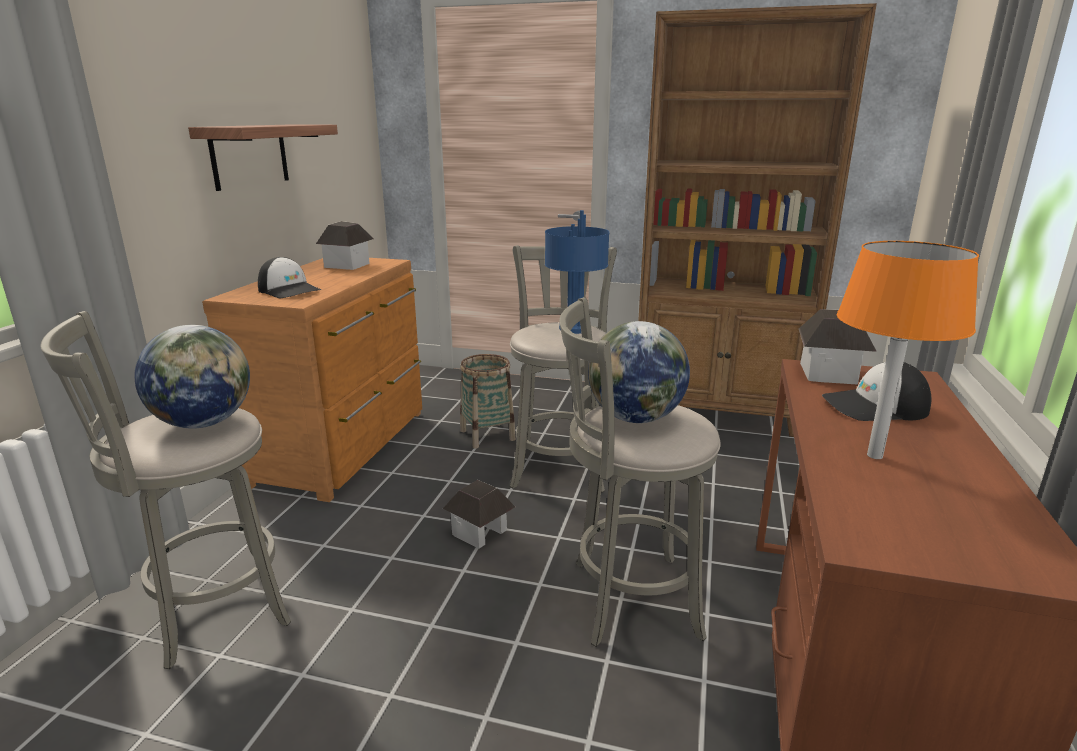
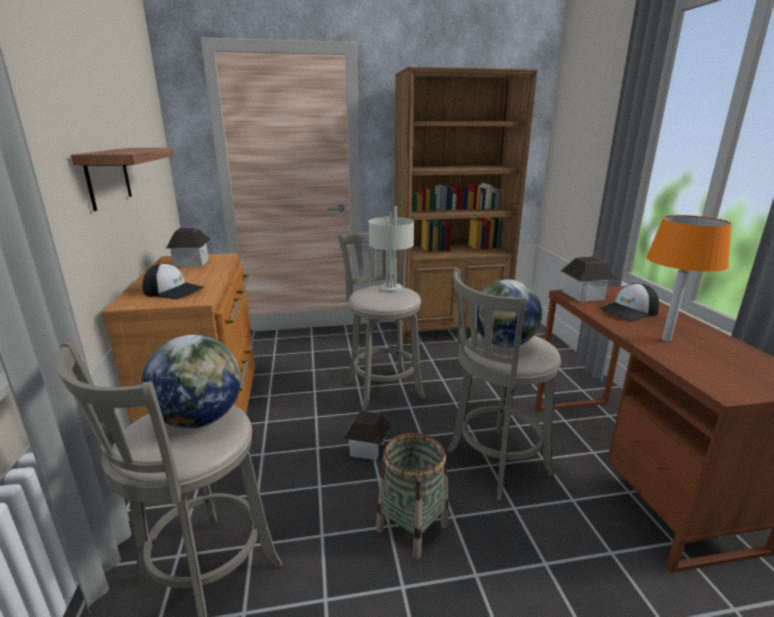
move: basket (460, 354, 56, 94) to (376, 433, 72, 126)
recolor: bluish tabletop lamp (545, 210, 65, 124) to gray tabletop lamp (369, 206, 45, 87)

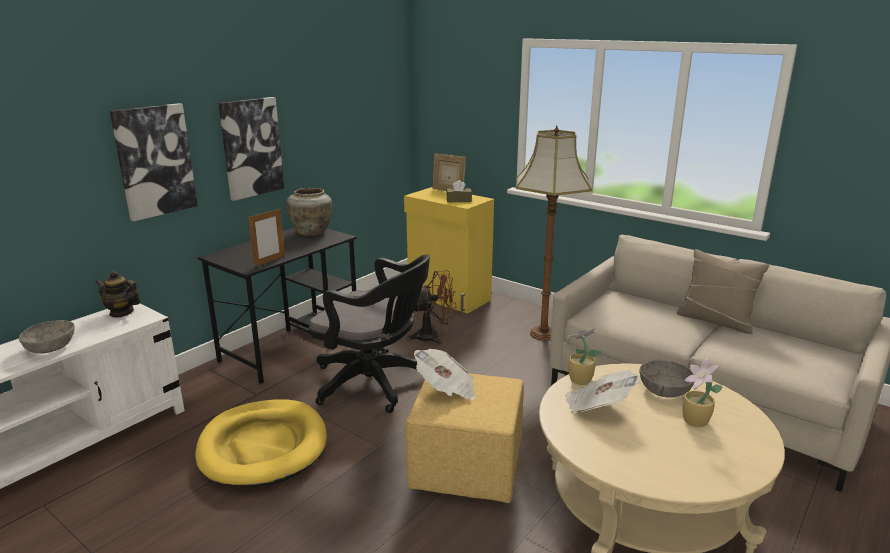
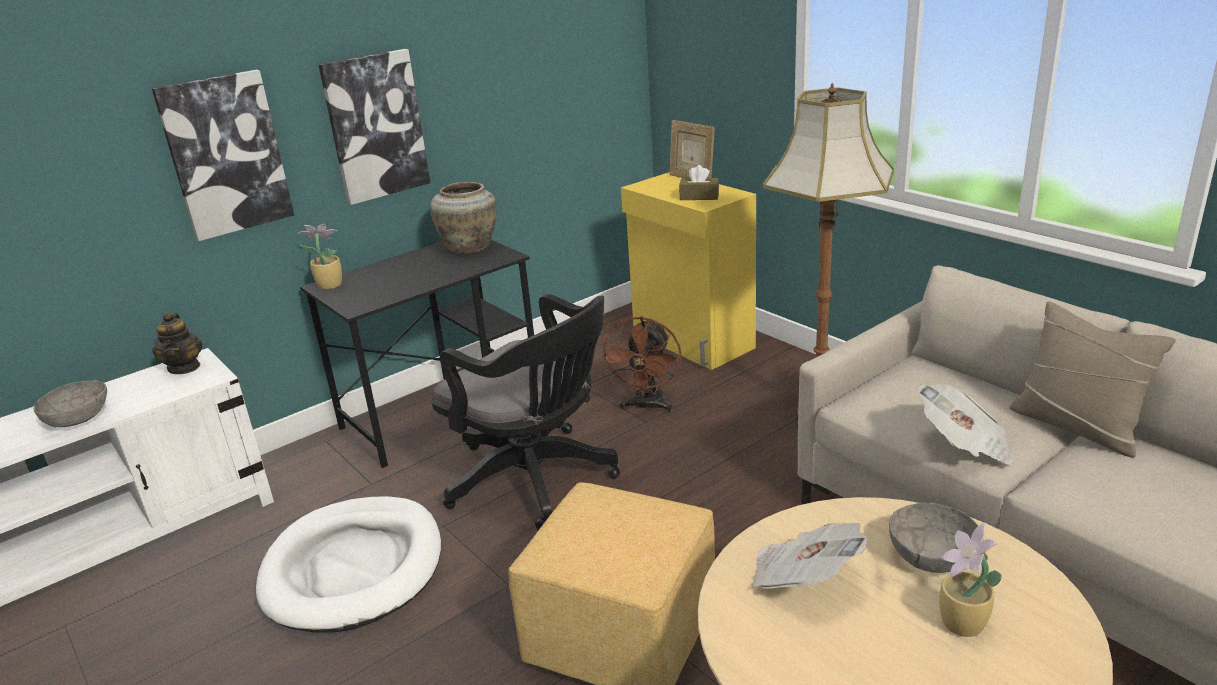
delete: standing frame (248, 209, 37, 58)
move: houseplant (568, 328, 34, 57) to (298, 224, 44, 66); printed paper (414, 349, 61, 51) to (918, 384, 95, 81)
recolor: yellow dog cushion (195, 399, 132, 88) to whitish dog cushion (256, 496, 185, 137)
rotate: tea pot (95, 271, 45, 46) = (152, 313, 51, 61) 135 degrees counterclockwise; brown electric fan (406, 270, 50, 75) = (600, 316, 82, 97) 105 degrees clockwise

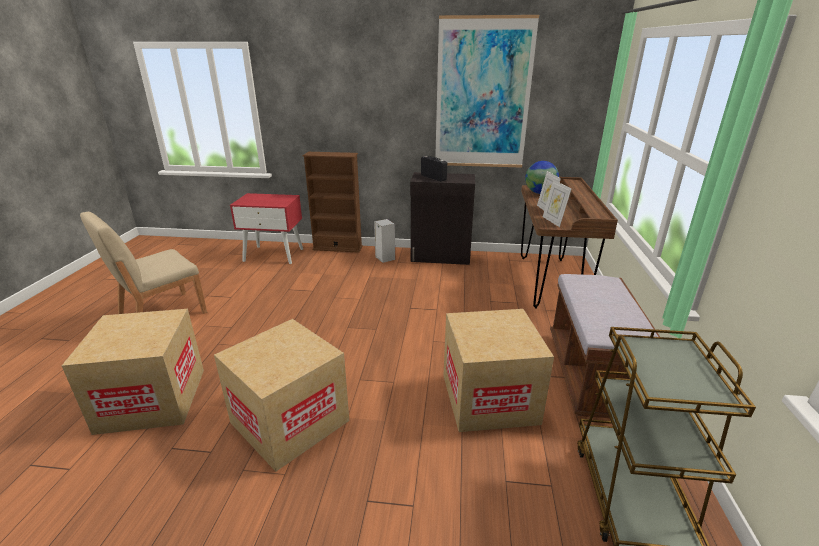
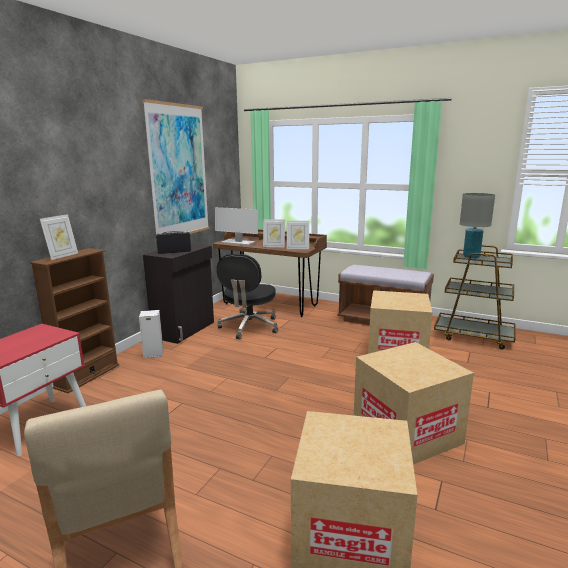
insert: standing frame (40, 214, 38, 46); black-coloured computer chair (217, 254, 61, 85); gray tabletop lamp (460, 193, 35, 65)
replace: desk globe (525, 161, 34, 33) to computer screen (215, 207, 43, 39)

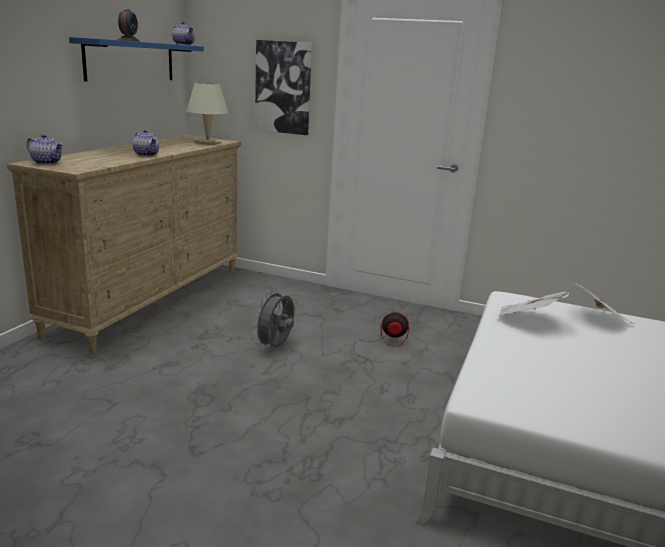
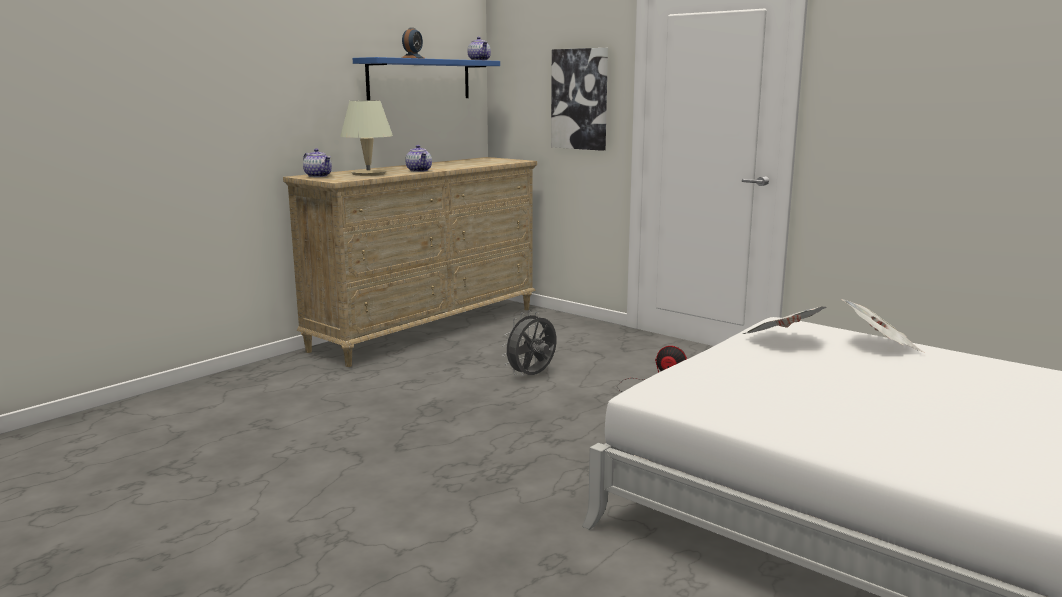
move: sand-coloured tabletop lamp (186, 82, 42, 62) to (340, 101, 53, 75)

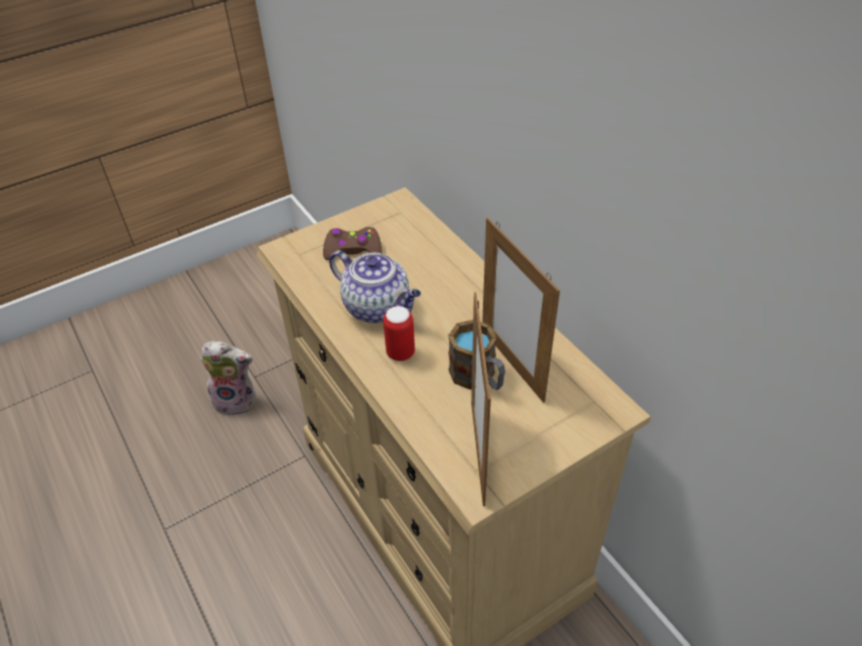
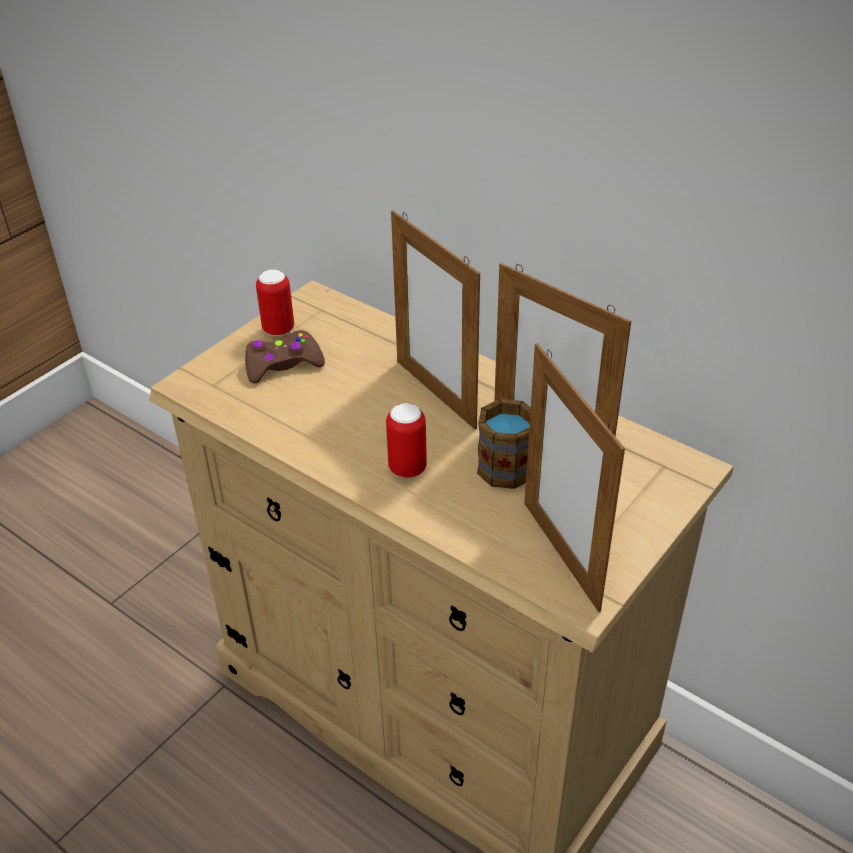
delete: soft toy (200, 341, 56, 75); tea pot (329, 250, 92, 73)
insert: can (256, 270, 38, 66); standing frame (391, 210, 89, 220)

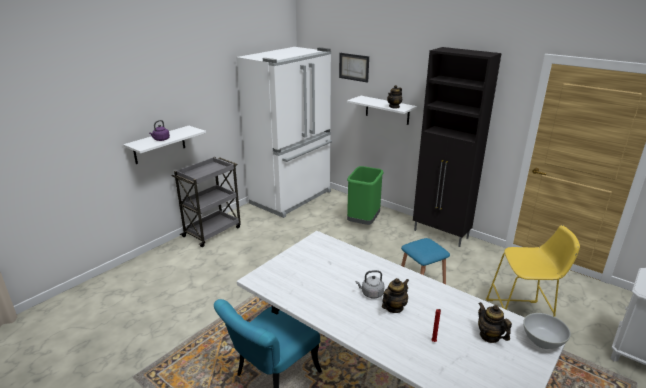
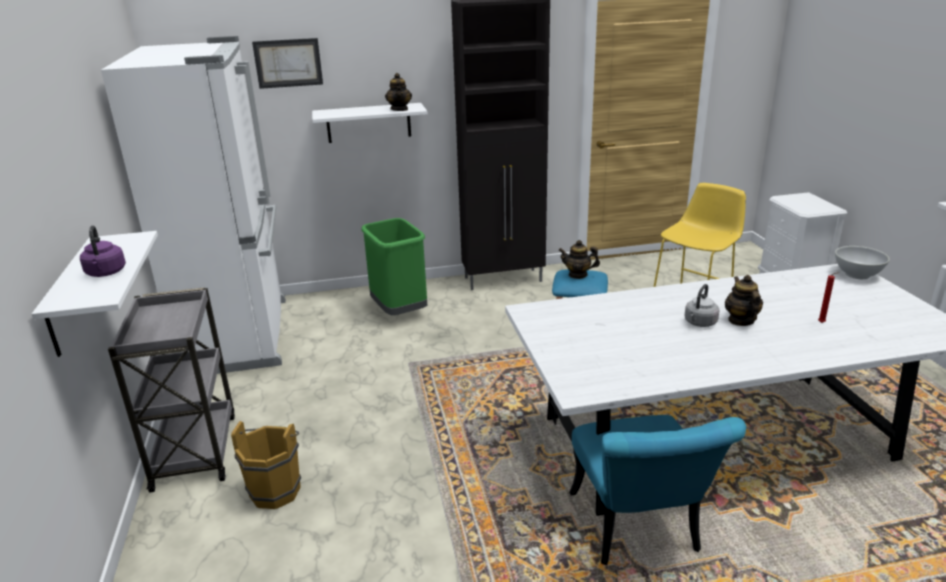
insert: brown bucket (231, 421, 70, 88)
move: tea pot (478, 302, 34, 41) to (558, 240, 42, 39)

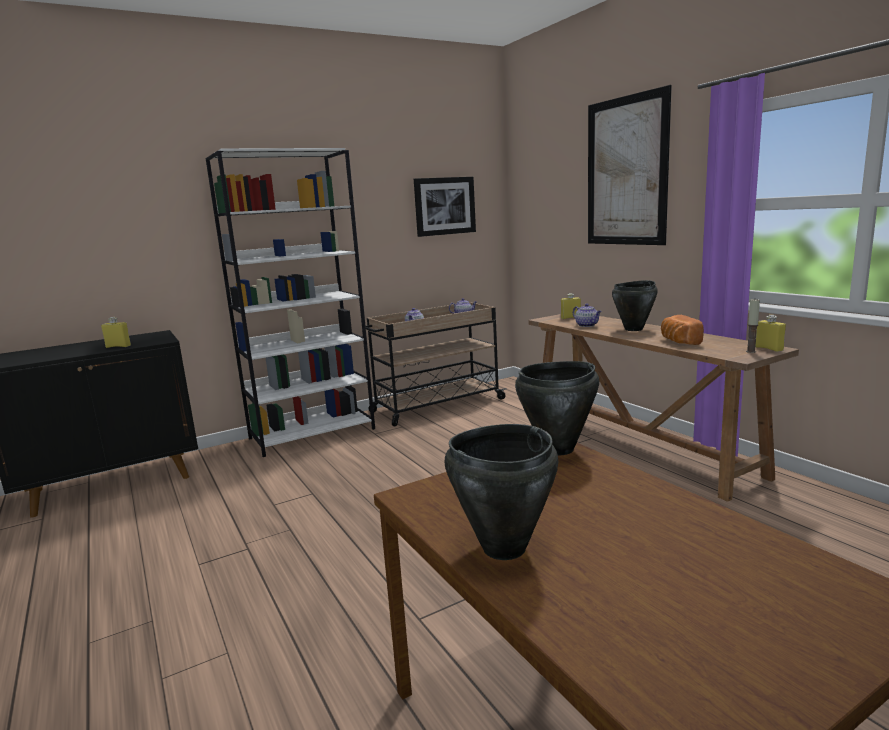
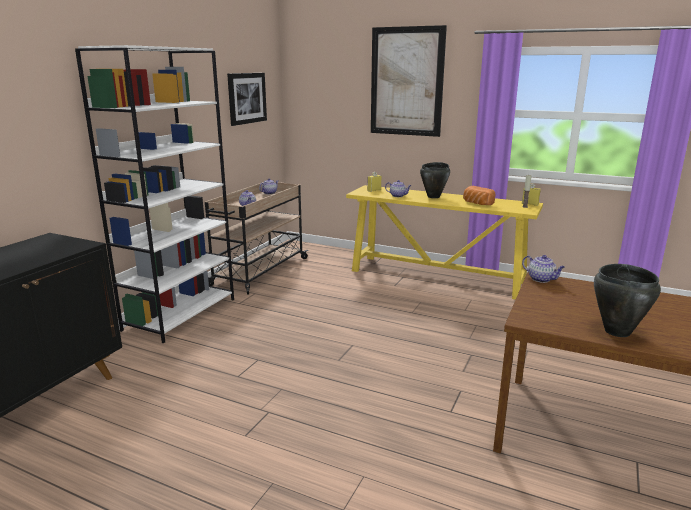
delete: yellow drink bottle (101, 317, 30, 31)
replace: black-coloured stockpot (515, 361, 84, 94) to tea pot (522, 255, 43, 28)
recolor: brown hall table (528, 314, 271, 188) to yellow hall table (346, 185, 197, 115)

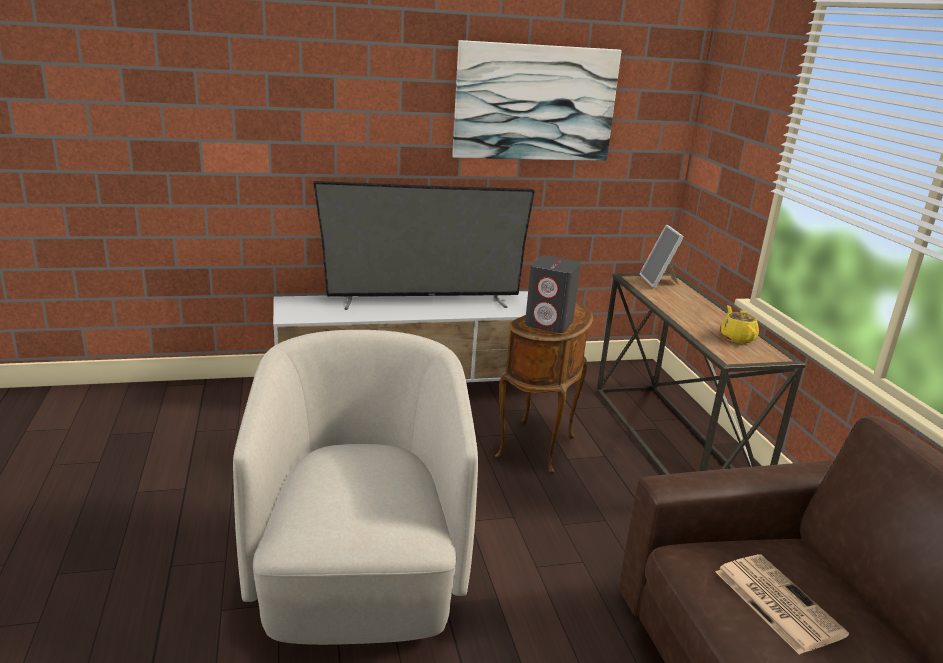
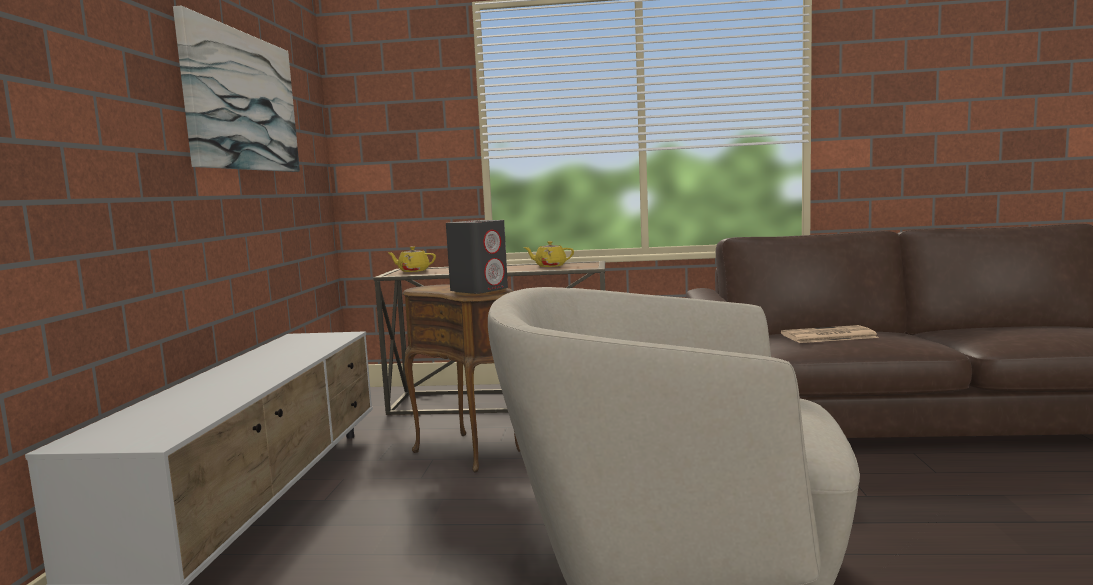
delete: TV set (313, 181, 222, 129)
replace: standing frame (639, 225, 45, 63) to yellow tea pot (388, 246, 48, 26)

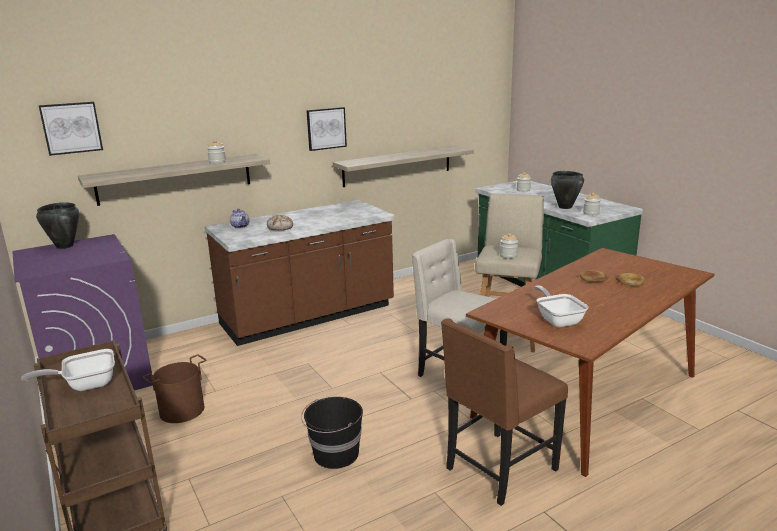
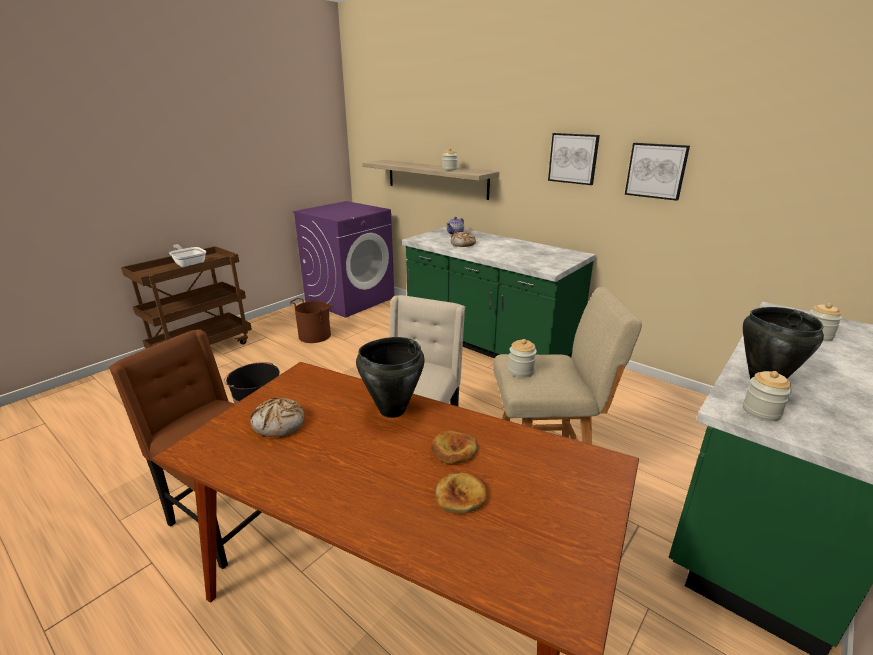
delete: shelf (333, 146, 141, 41)
move: black-coloured stockpot (36, 202, 43, 47) to (356, 337, 69, 81); wall picture (38, 102, 65, 54) to (625, 143, 65, 58)
replace: skillet (534, 285, 55, 43) to bakery bread (250, 397, 55, 40)
recolor: brown kitchen counter (205, 200, 190, 146) to greenish kitchen counter (402, 227, 193, 132)

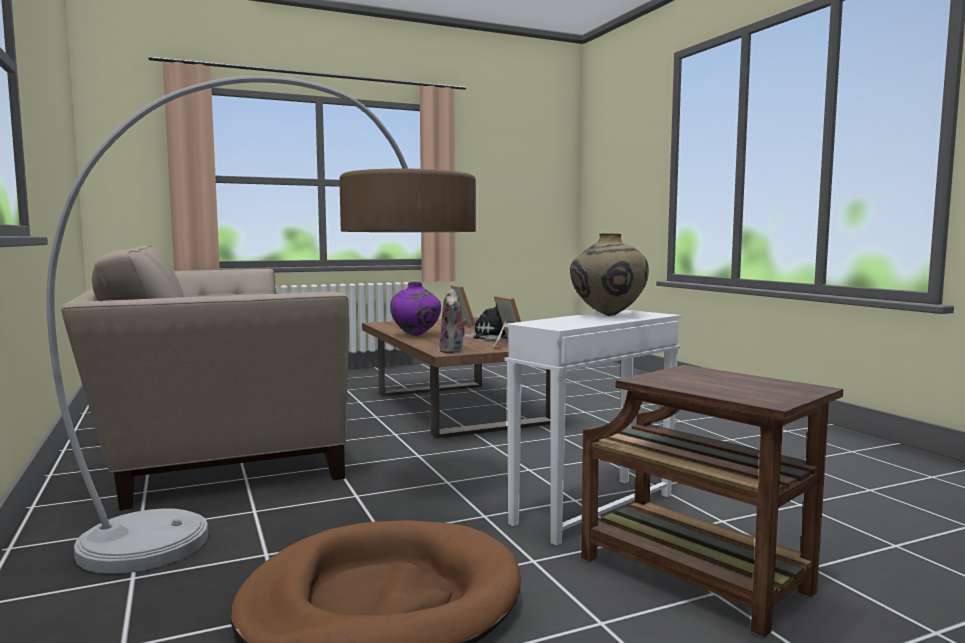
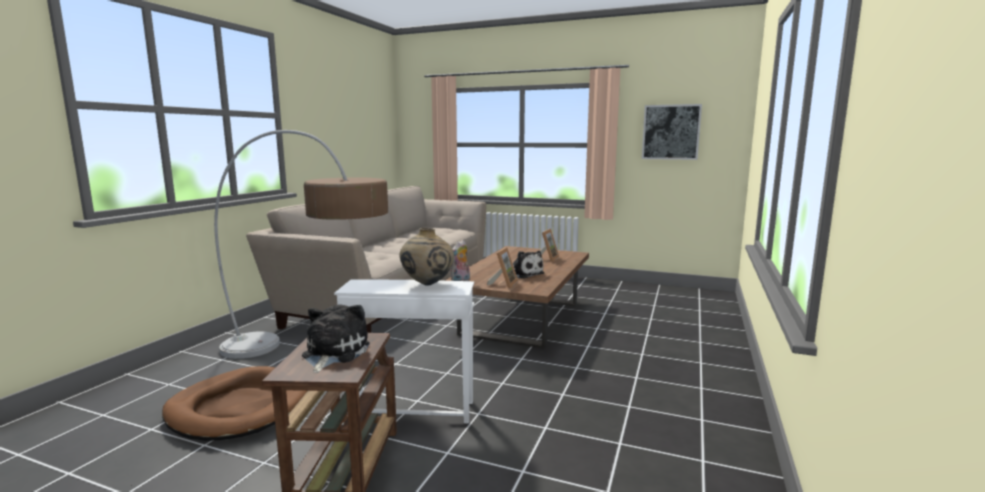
delete: purplish vase (390, 282, 51, 54)
insert: soft toy (302, 304, 68, 69); wall picture (642, 104, 60, 56)

